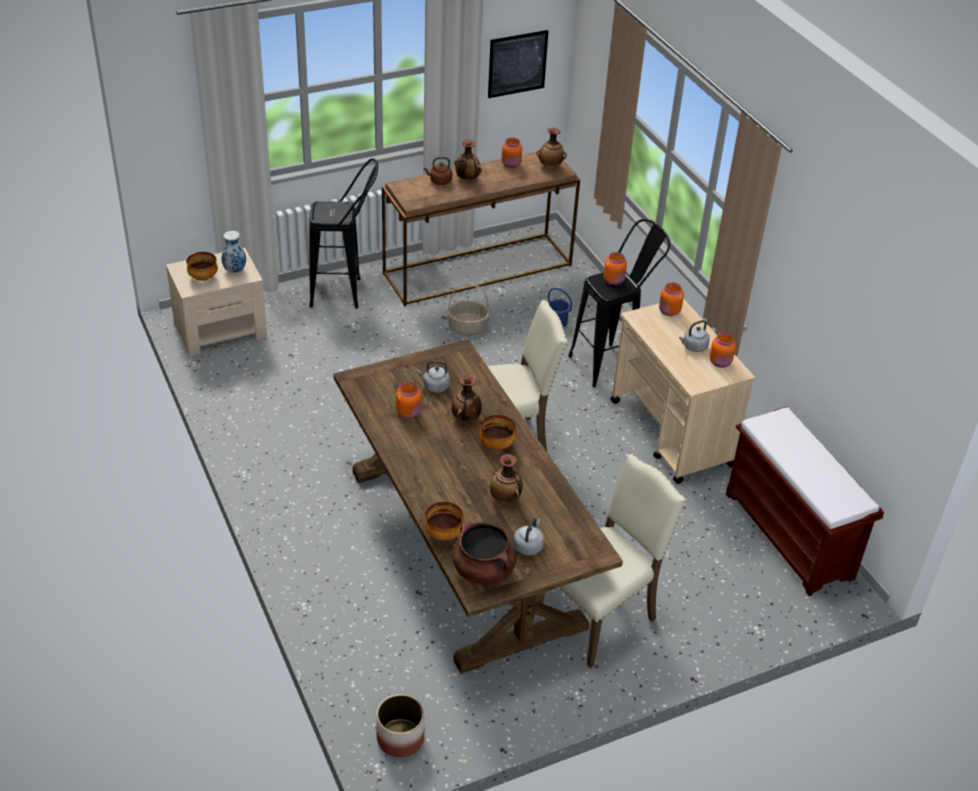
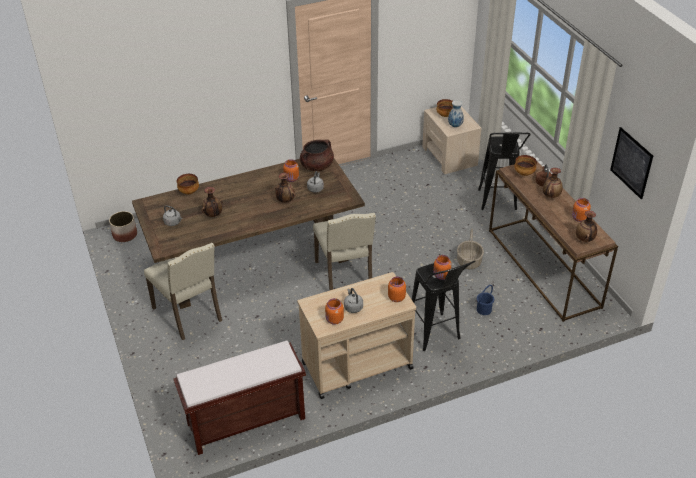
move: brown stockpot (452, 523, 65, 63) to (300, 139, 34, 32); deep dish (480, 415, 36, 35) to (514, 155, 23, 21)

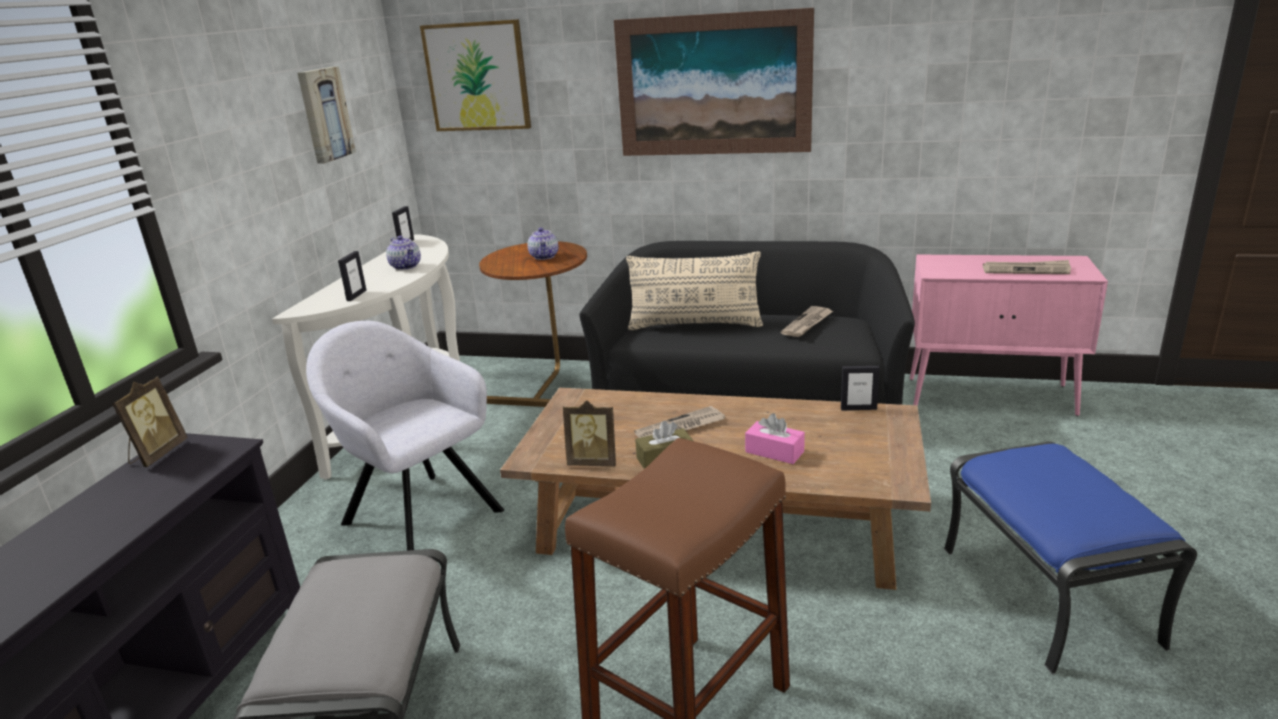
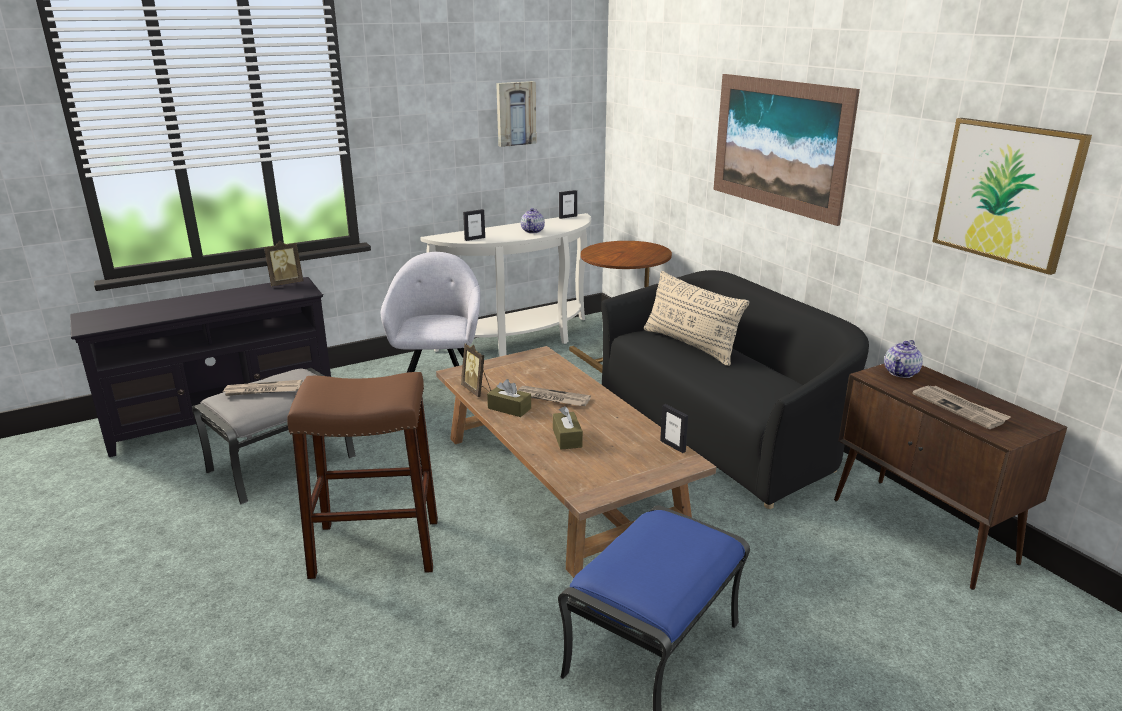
move: printed paper (781, 306, 52, 31) to (221, 380, 82, 16); tea pot (527, 228, 31, 32) to (884, 340, 39, 38); wall picture (420, 19, 111, 112) to (932, 118, 160, 157)
recolor: pink-coloured tissue holder (745, 413, 60, 51) to brown tissue holder (553, 406, 30, 44); pink-coloured cabinet (910, 255, 198, 161) to brown cabinet (834, 364, 233, 226)

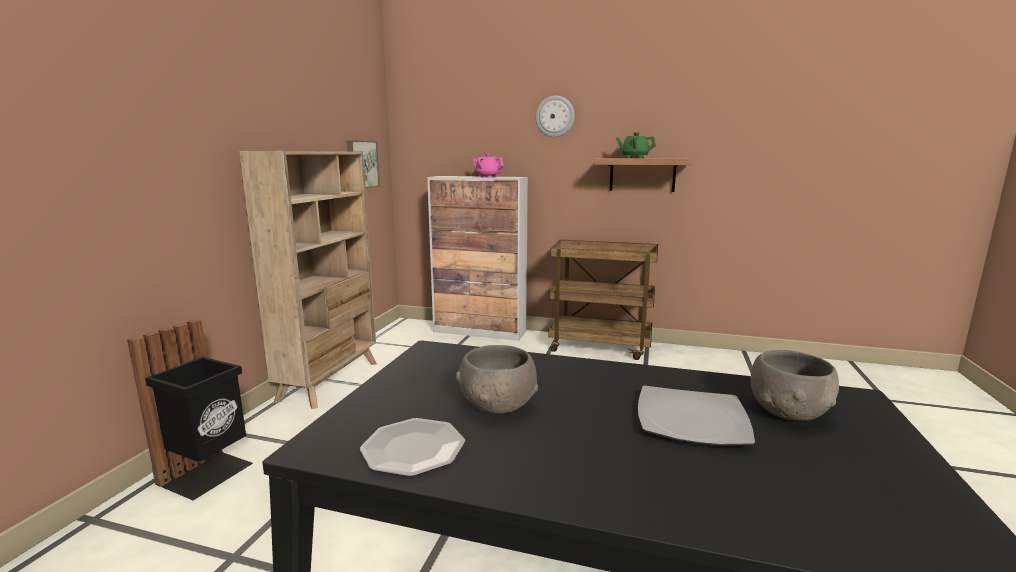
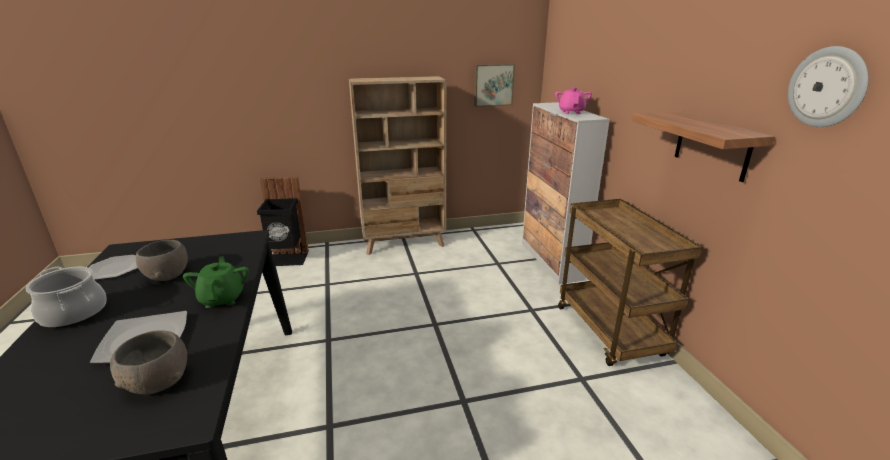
insert: stockpot (25, 266, 82, 62)
move: greenish tea pot (616, 132, 40, 26) to (183, 256, 66, 52); clock on the wall (536, 96, 39, 41) to (788, 46, 81, 81)

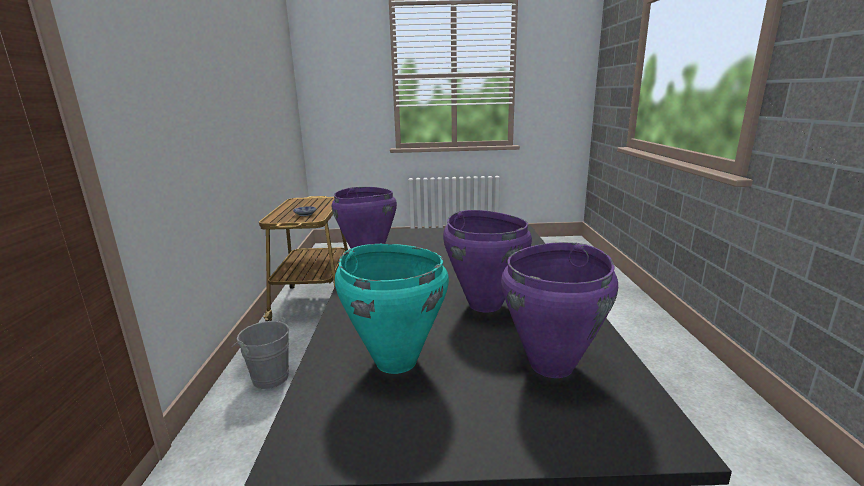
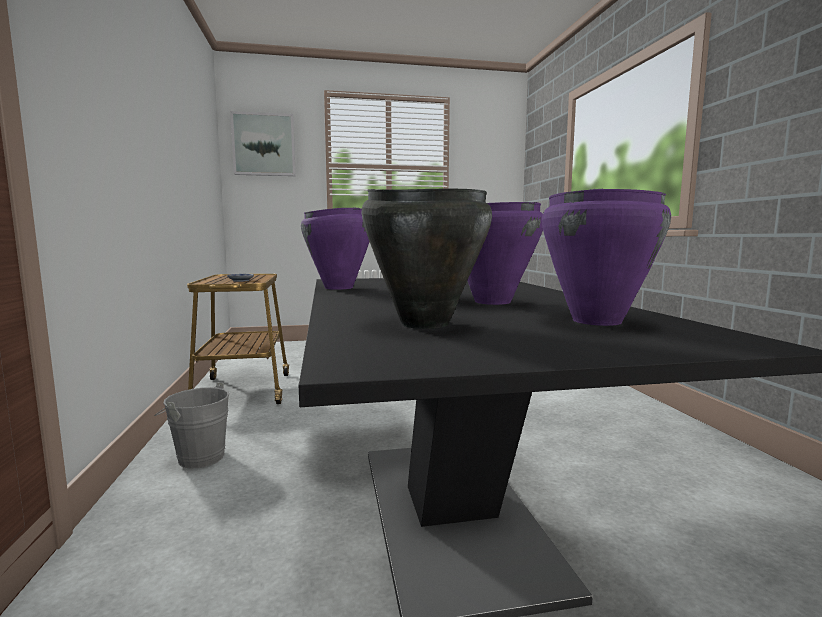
insert: wall picture (230, 111, 66, 65)
recolor: turquoise-coloured stockpot (335, 244, 114, 130) to black-coloured stockpot (362, 189, 130, 140)

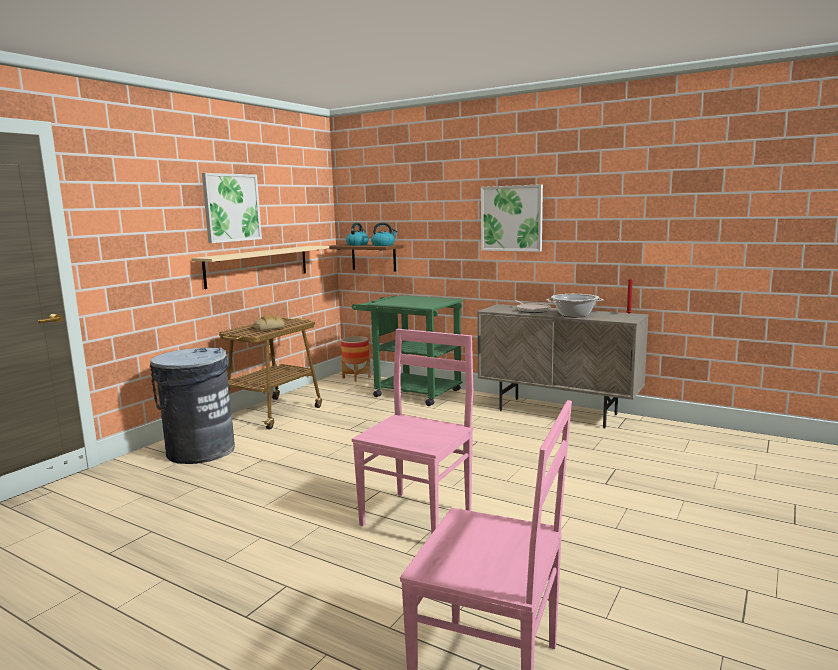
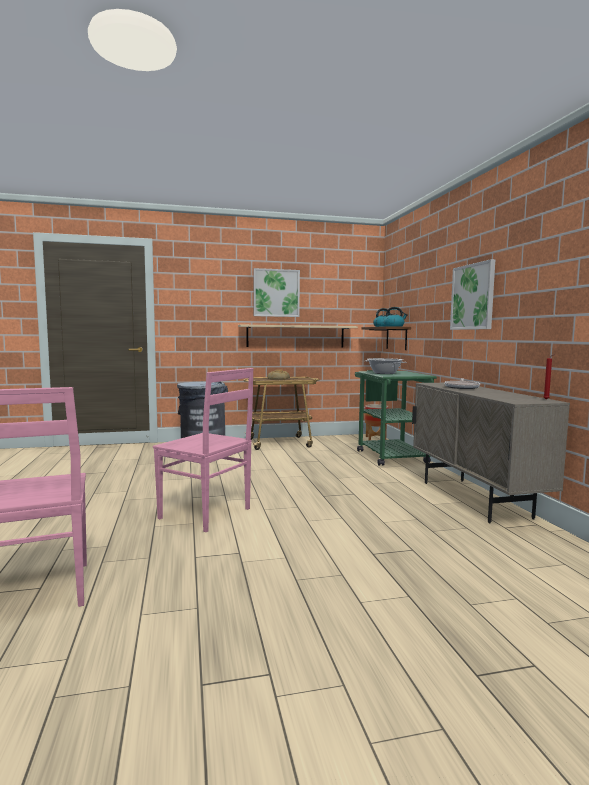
move: stockpot (547, 294, 57, 23) to (364, 358, 42, 16)
rotate: pink-coloured chair (352, 329, 121, 205) = (153, 368, 100, 164) 45 degrees clockwise

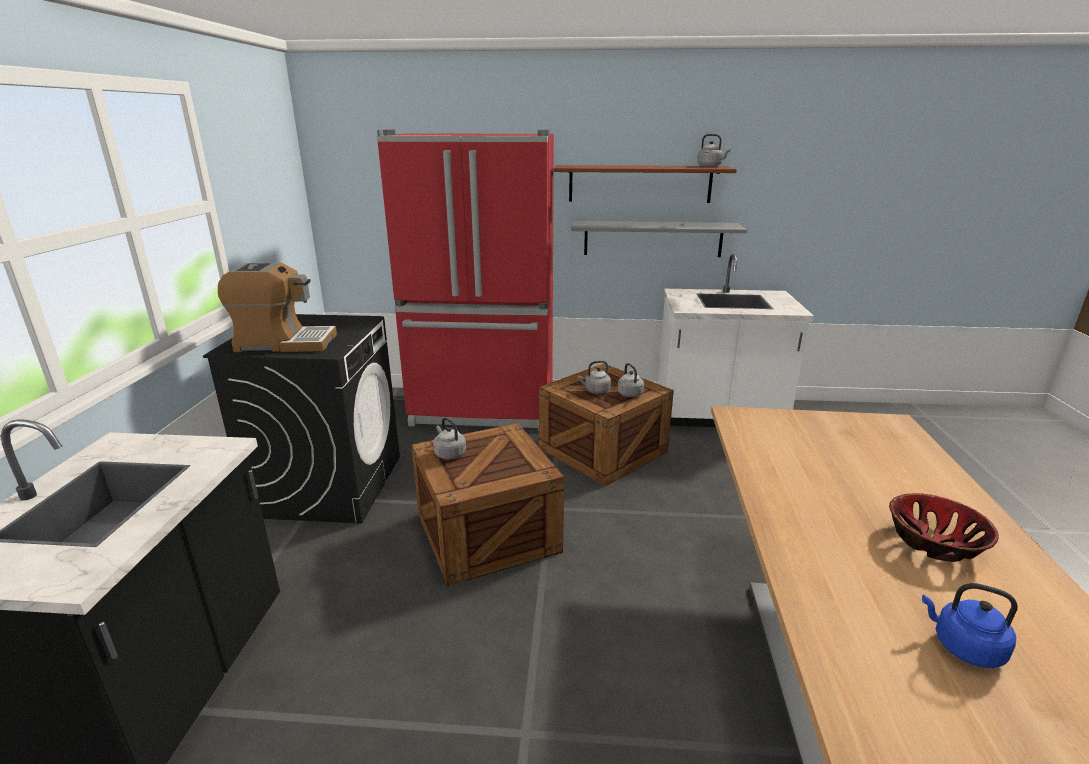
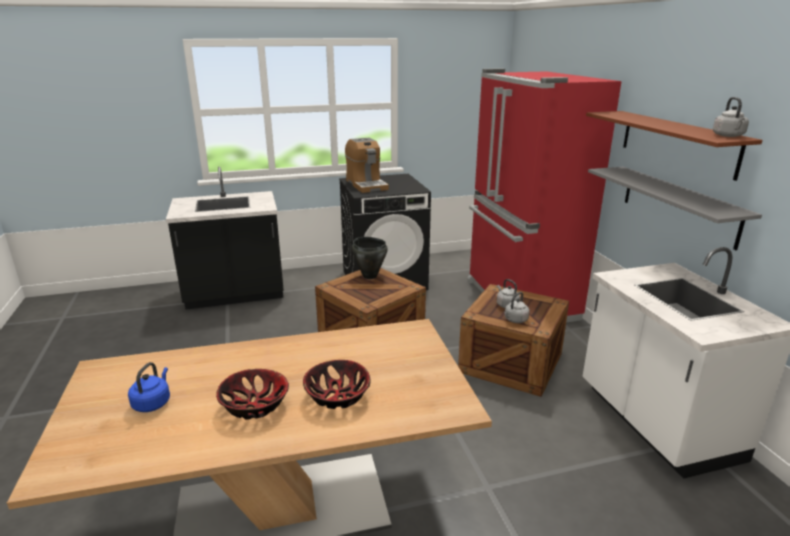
insert: deep dish (303, 360, 68, 49)
replace: gray tea kettle (433, 417, 33, 43) to black-coloured stockpot (352, 237, 36, 42)

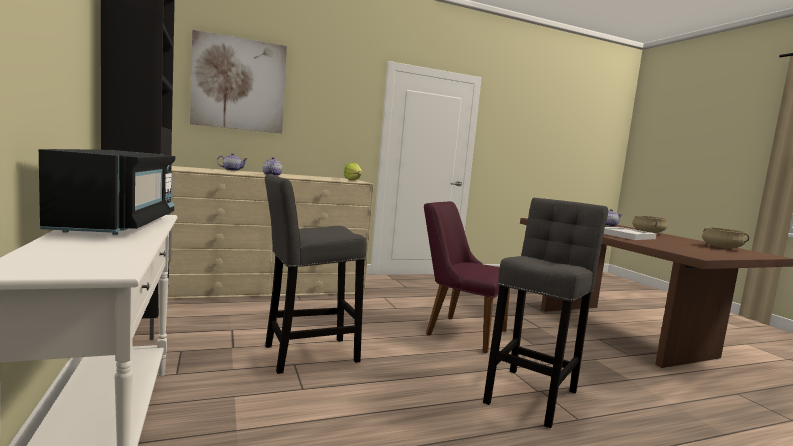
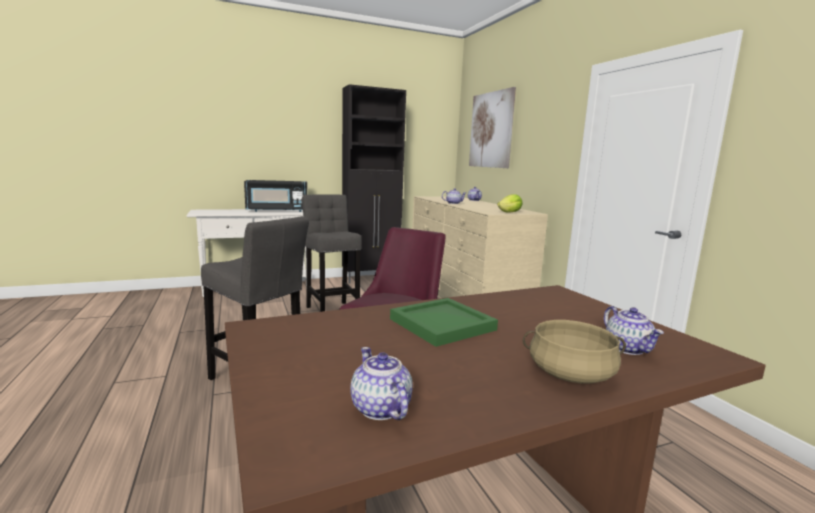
replace: sand-coloured stockpot (702, 227, 47, 22) to tea pot (350, 347, 63, 73)
recolor: whitish tray (604, 227, 52, 13) to greenish tray (390, 298, 108, 49)

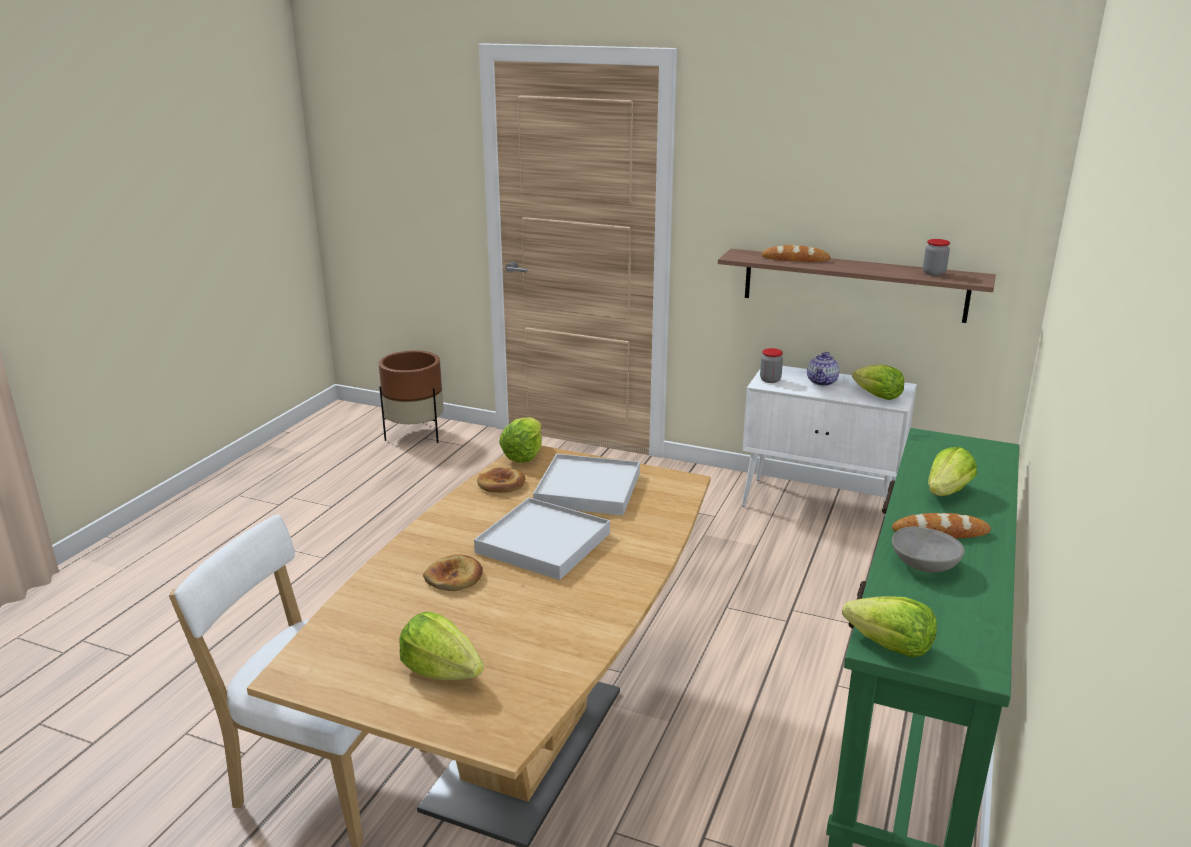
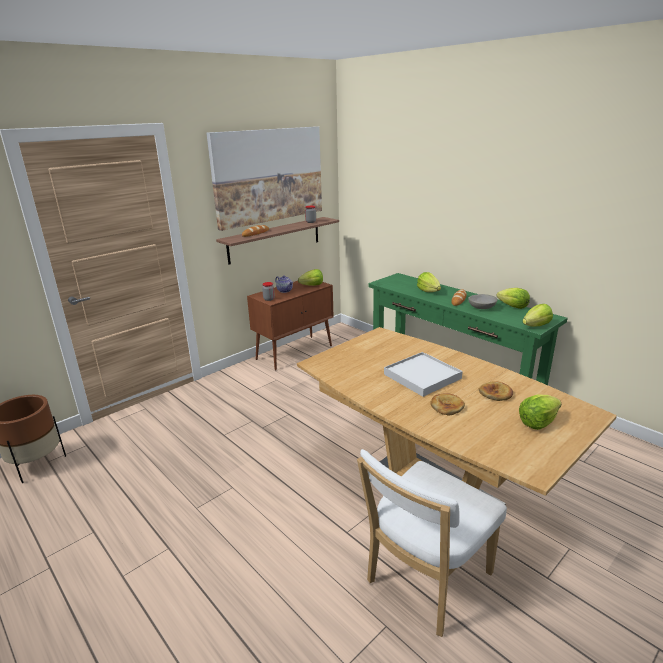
delete: whitish tray (533, 454, 107, 61)
insert: wall picture (206, 127, 116, 104)
move: bakery bread (477, 468, 49, 25) to (478, 381, 35, 20); lettuce (499, 417, 43, 46) to (496, 288, 34, 21)
recolor: whitish cabinet (742, 366, 175, 149) to brown cabinet (247, 281, 87, 90)

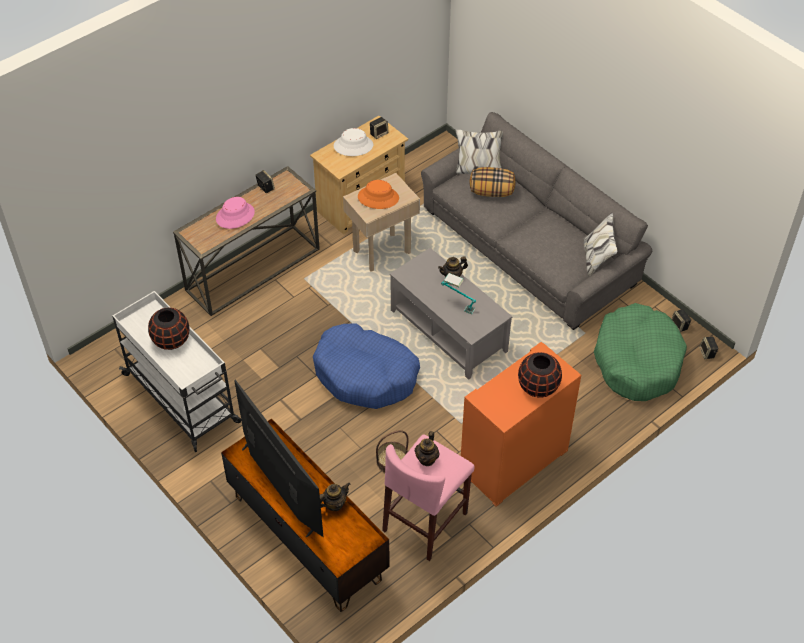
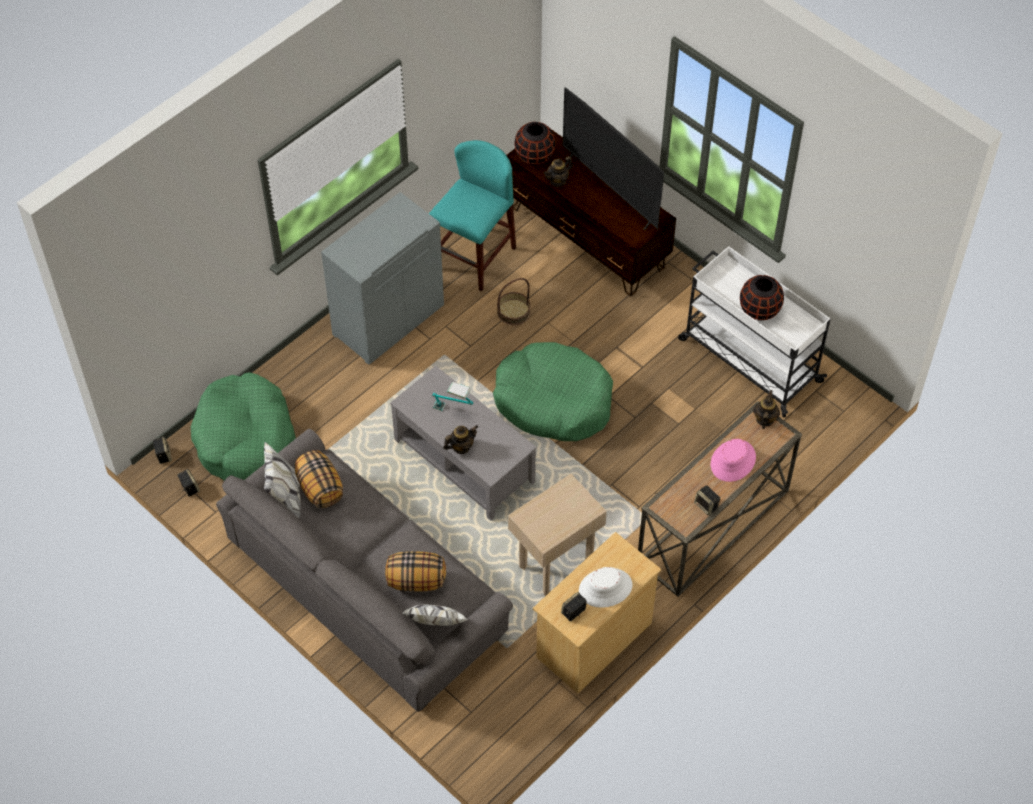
delete: orange-coloured hat (358, 180, 41, 29)
insert: throw pillow (295, 450, 48, 58)
move: black-coloured vase (518, 352, 44, 46) to (515, 122, 41, 43); tea pot (415, 431, 24, 35) to (753, 390, 27, 39)
recolor: orange-coloured cabinet (461, 342, 120, 165) to gray cabinet (321, 192, 123, 173); pink-coloured stool (382, 435, 93, 126) to turquoise-coloured stool (429, 140, 87, 151); bluish dog cushion (313, 323, 107, 86) to greenish dog cushion (493, 342, 120, 99)

